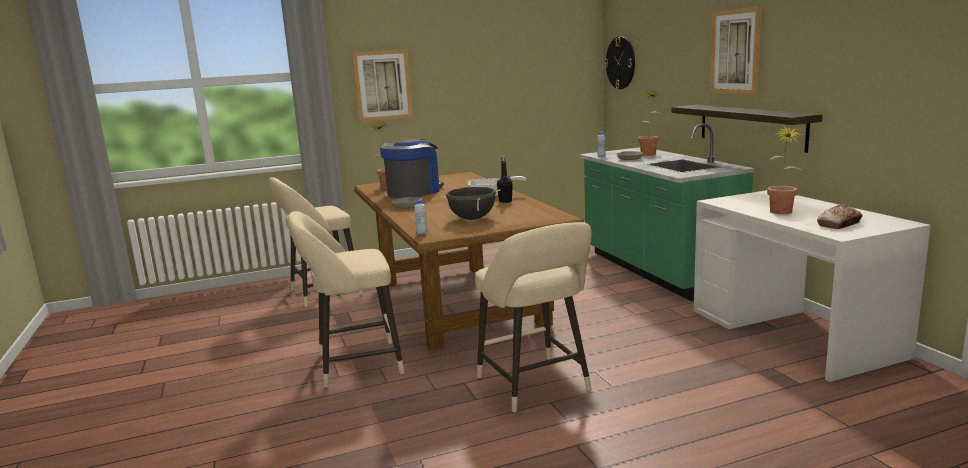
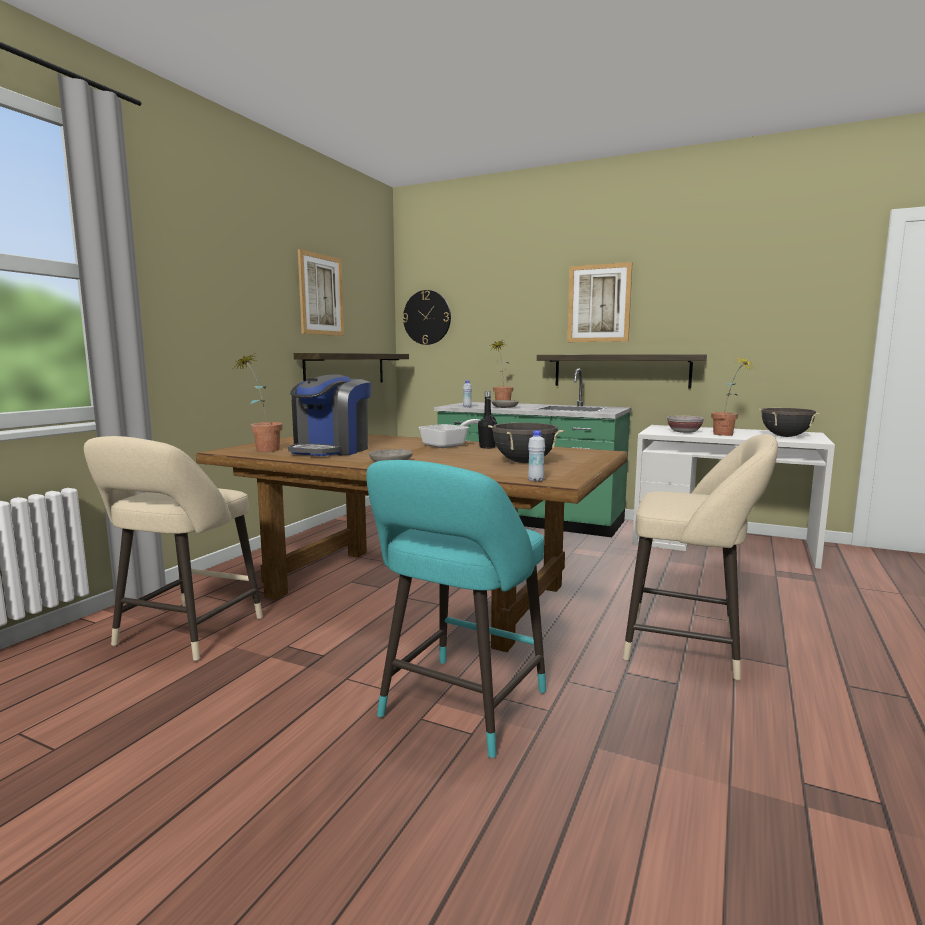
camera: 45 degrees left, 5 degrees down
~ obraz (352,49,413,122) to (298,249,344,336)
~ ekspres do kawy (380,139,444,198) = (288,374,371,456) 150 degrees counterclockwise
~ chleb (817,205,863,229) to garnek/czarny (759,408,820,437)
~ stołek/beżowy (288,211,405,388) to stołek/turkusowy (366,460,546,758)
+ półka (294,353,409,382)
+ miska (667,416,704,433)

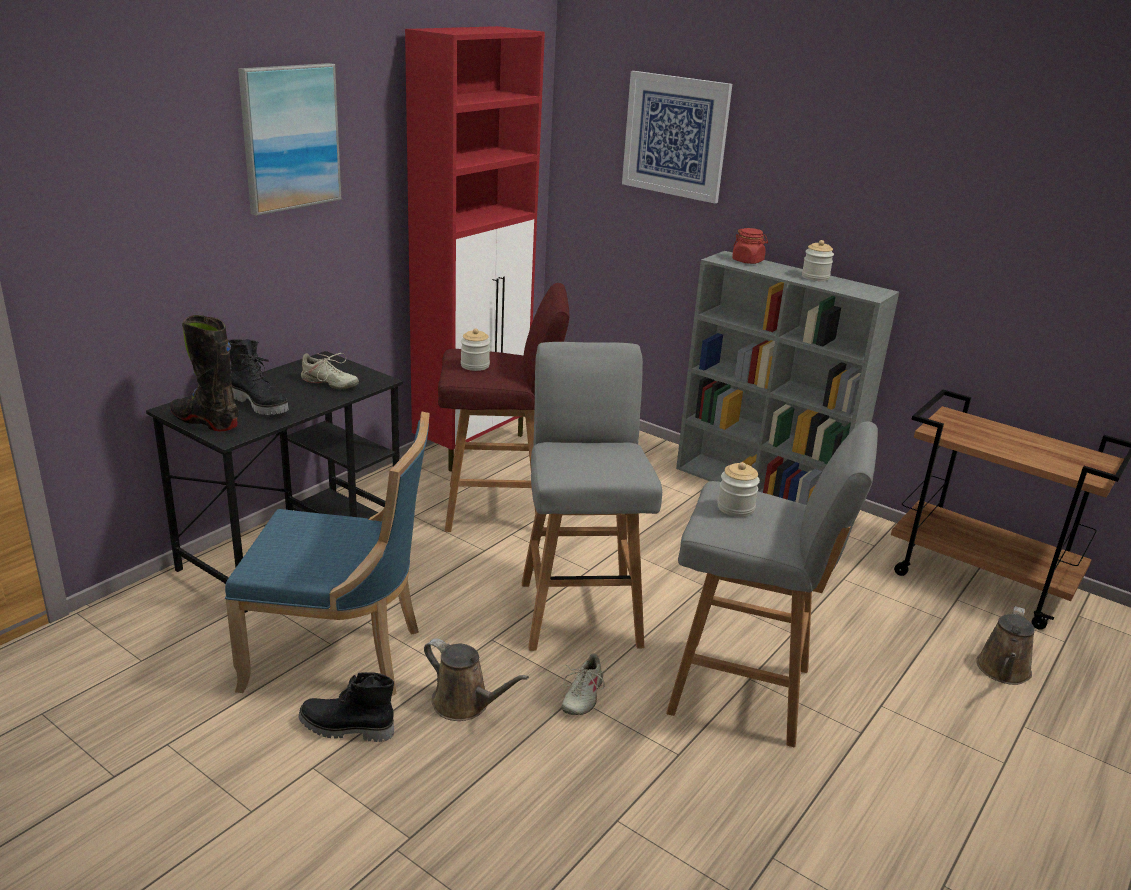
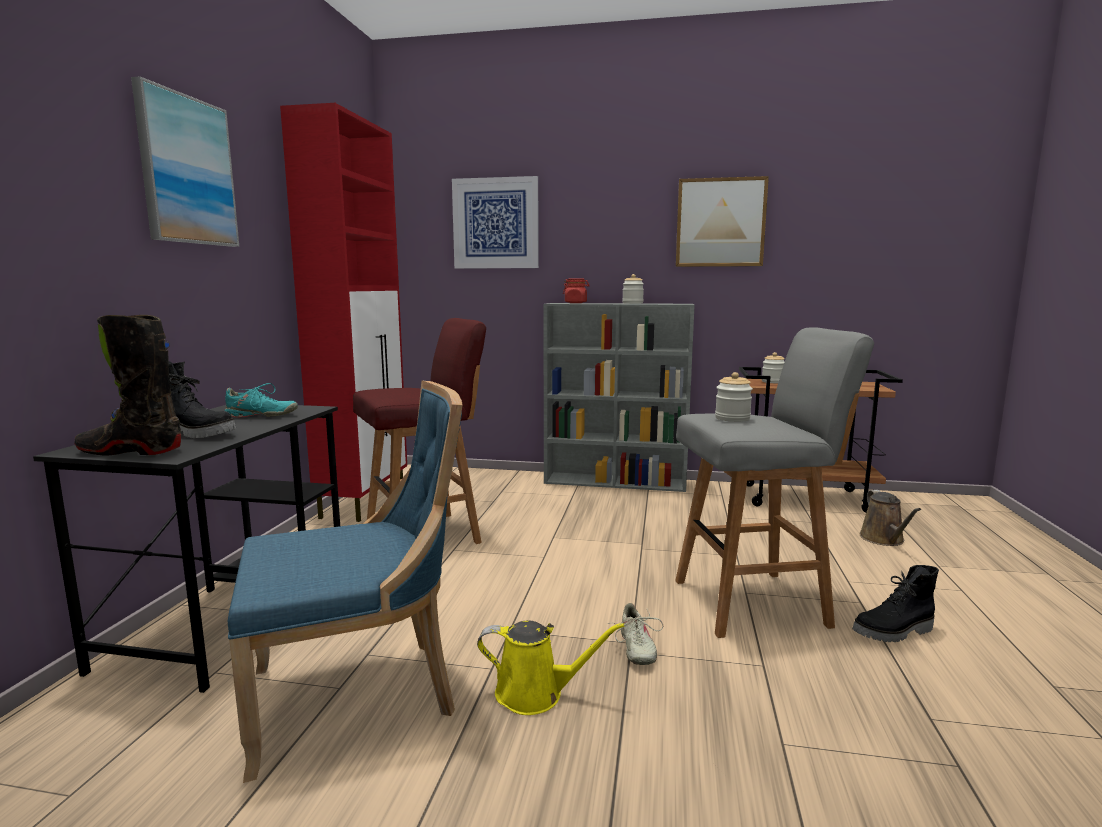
camera: 25 degrees left, 15 degrees down
~ słoik (461,328,490,371) to (762,352,785,383)
- stołek/szary (522,342,662,651)
~ but/beżowy (301,353,359,389) to but/turkusowy (224,383,298,417)
~ konewka/brązowy (424,638,529,721) to konewka/żółty (477,621,625,715)
~ but z cholewką/czarny (299,672,394,742) to (852,565,939,642)
+ obraz (676,176,769,267)

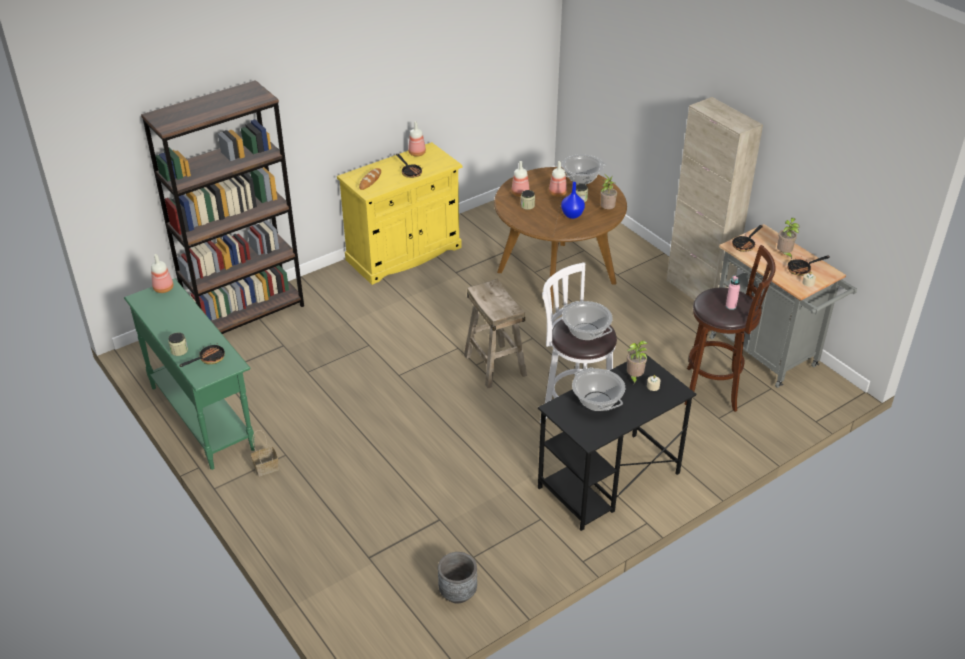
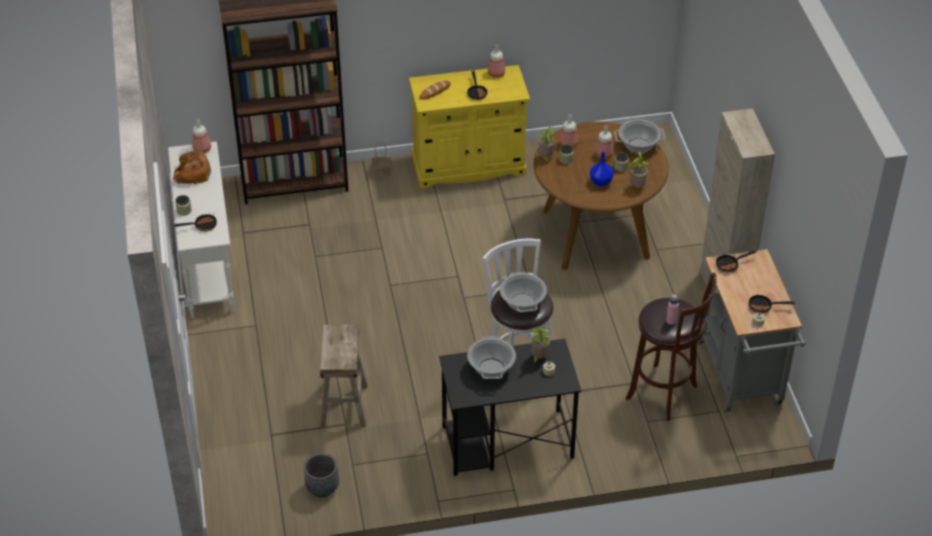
camera: 25 degrees right, 5 degrees up
~ roślina doniczkowa (777,218,800,259) to (538,127,555,164)
~ stolik konsolowy/zielony (124,278,255,470) to stolik konsolowy/biały (168,142,235,318)
~ stołek/beżowy (464,279,527,388) to (320,324,367,427)
~ koszyk (251,430,279,477) to (371,140,391,178)
+ chleb (173,150,211,184)

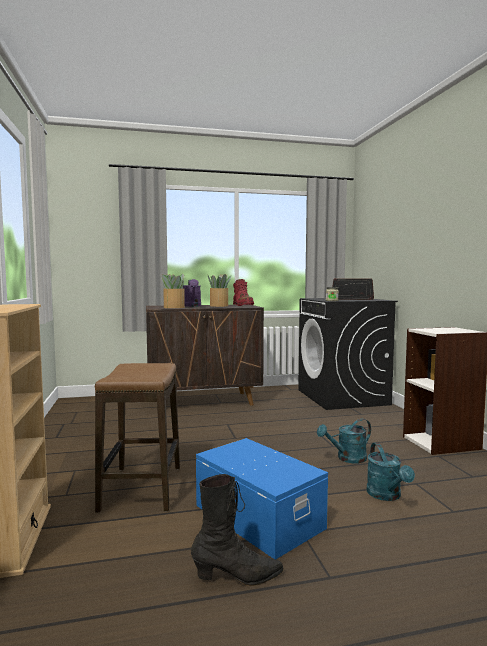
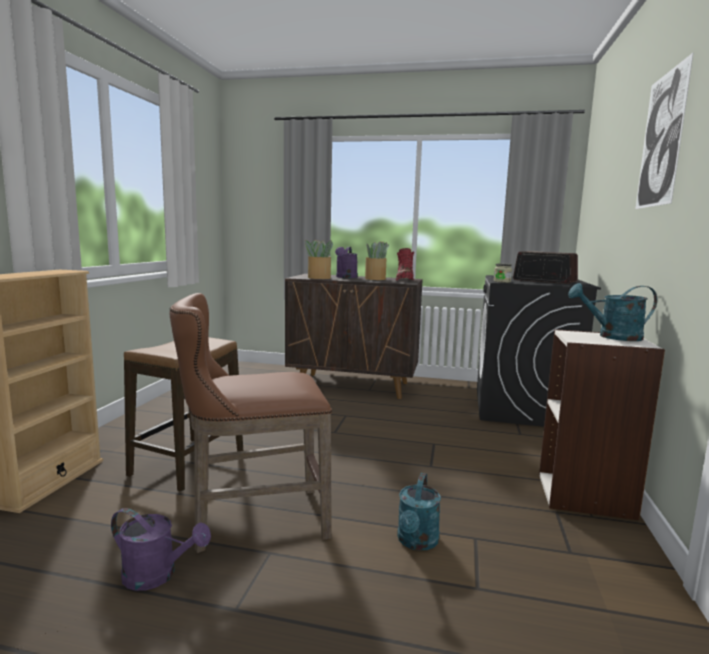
camera: 25 degrees right, 5 degrees up
~ konewka/turkusowy (317,419,371,463) to (568,283,657,341)
~ pojemnik do przechowywania/niebieski (196,438,328,559) to stołek/brązowy (170,293,332,553)
~ but z cholewką/czarny (191,474,284,586) to konewka/fioletowy (111,508,211,591)
+ obraz (636,52,694,209)

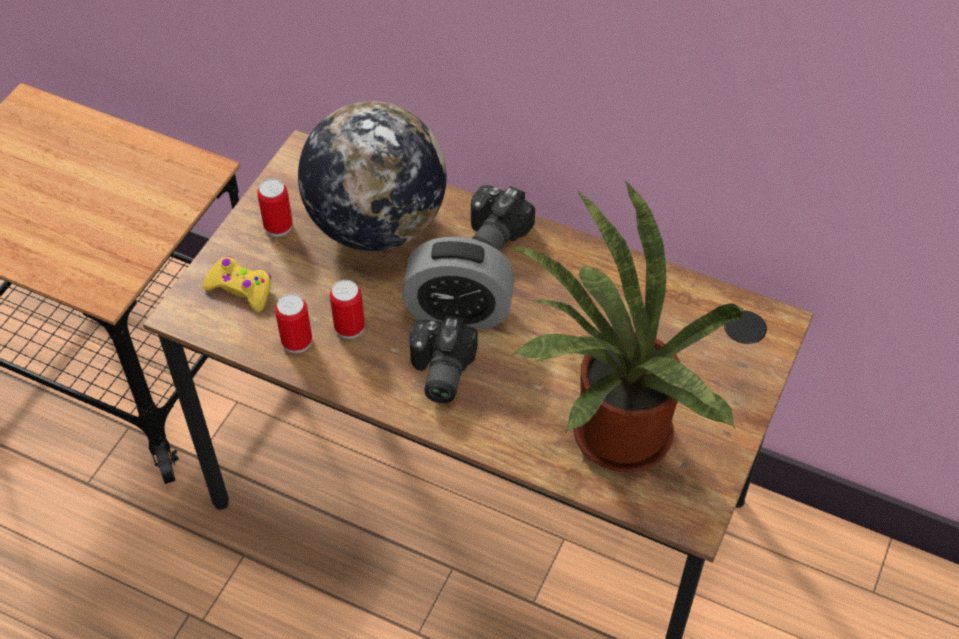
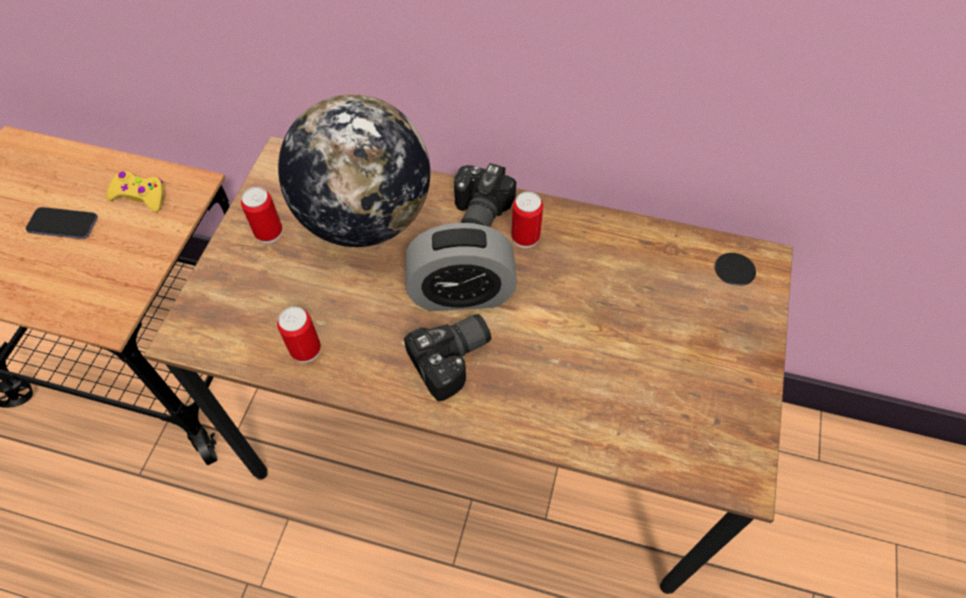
camera: 10 degrees left, 5 degrees up
- roślina doniczkowa (508,180,745,472)
~ pad do gier/żółty (203,256,272,312) to (106,170,164,212)
~ puszka (330,280,365,339) to (511,192,543,248)
~ aparat fotograficzny (409,315,478,403) = (404,314,491,401) 120 degrees counterclockwise
+ telefon (26,207,98,239)

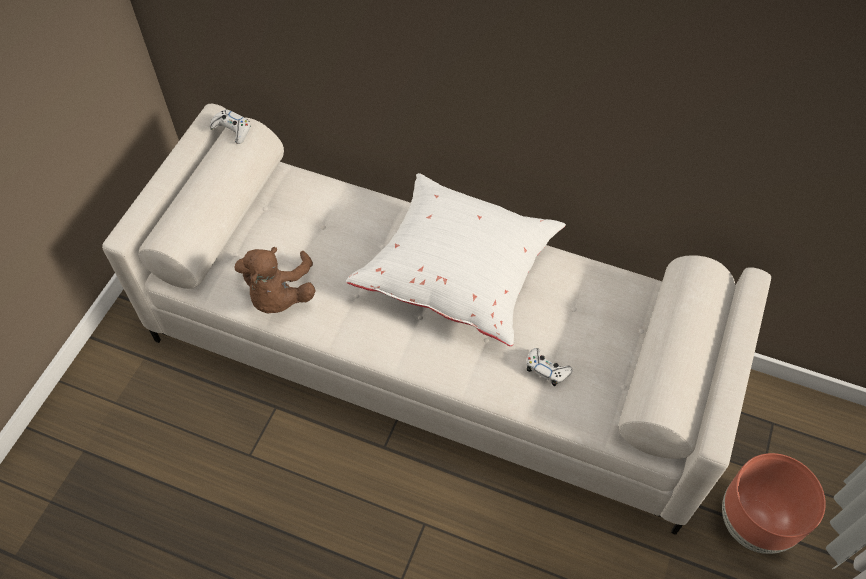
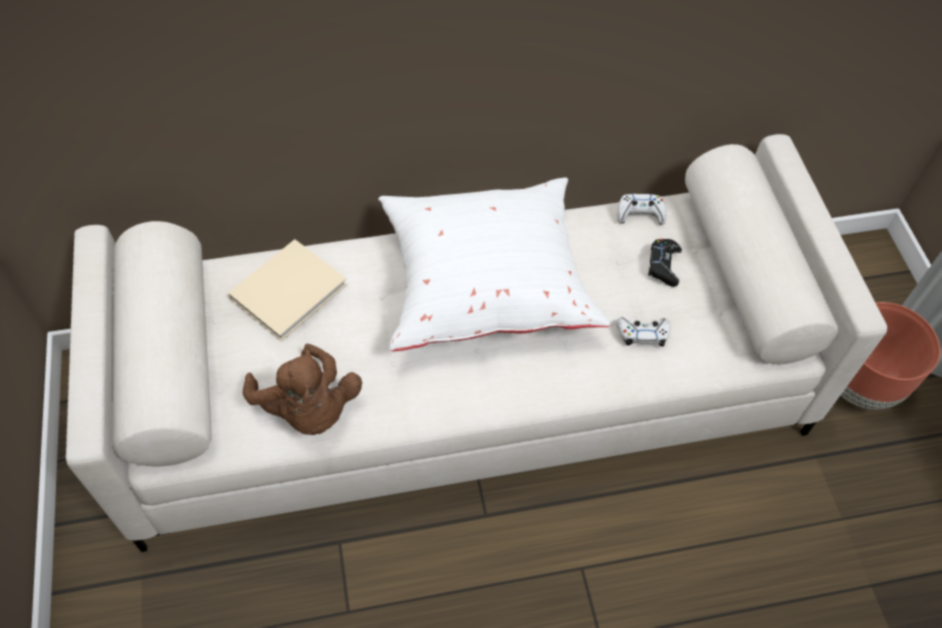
camera: 35 degrees left, 0 degrees up
~ pad do gier/biały (210,109,251,144) to (617,194,667,225)
+ pad do gier/czarny (648,238,682,287)
+ książka/beżowy (228,239,347,341)

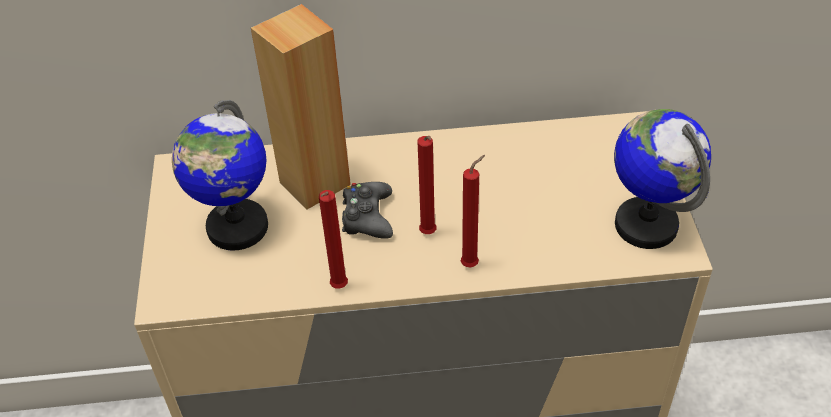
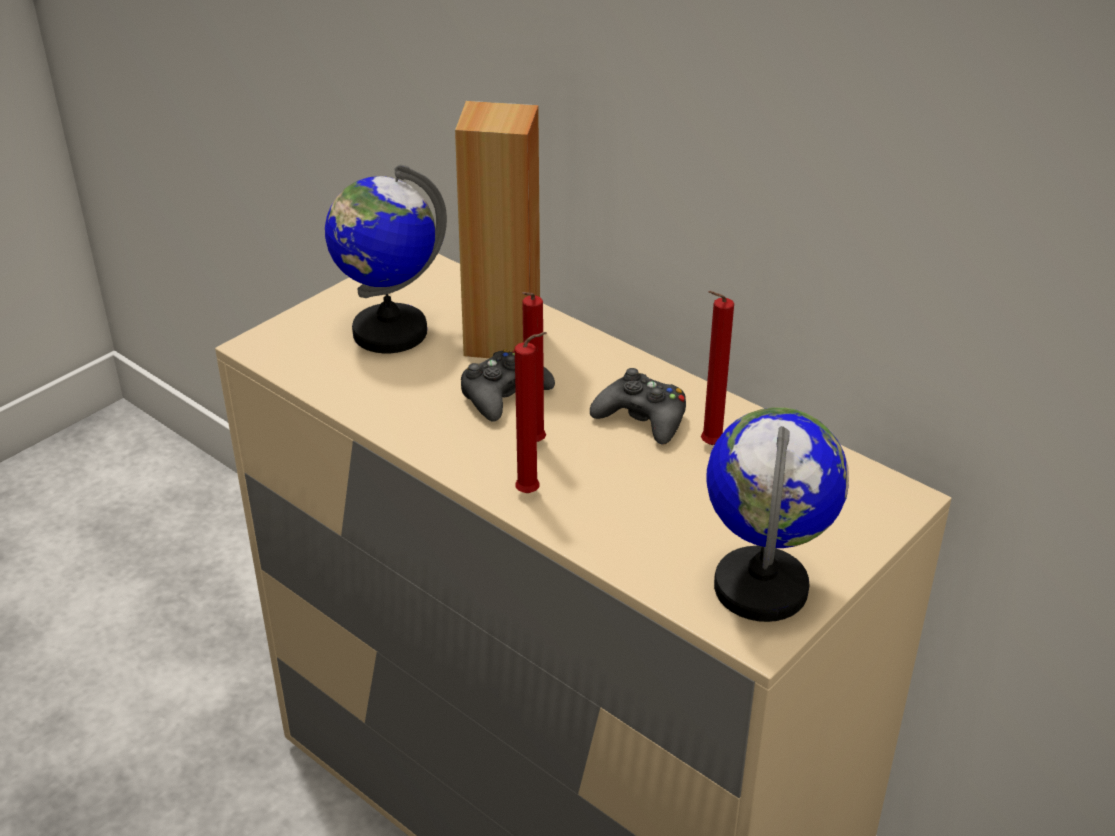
camera: 45 degrees right, 10 degrees down
~ świeca/czerwony (319,190,348,288) to (701,291,734,445)
+ pad do gier/czarny (590,368,686,445)

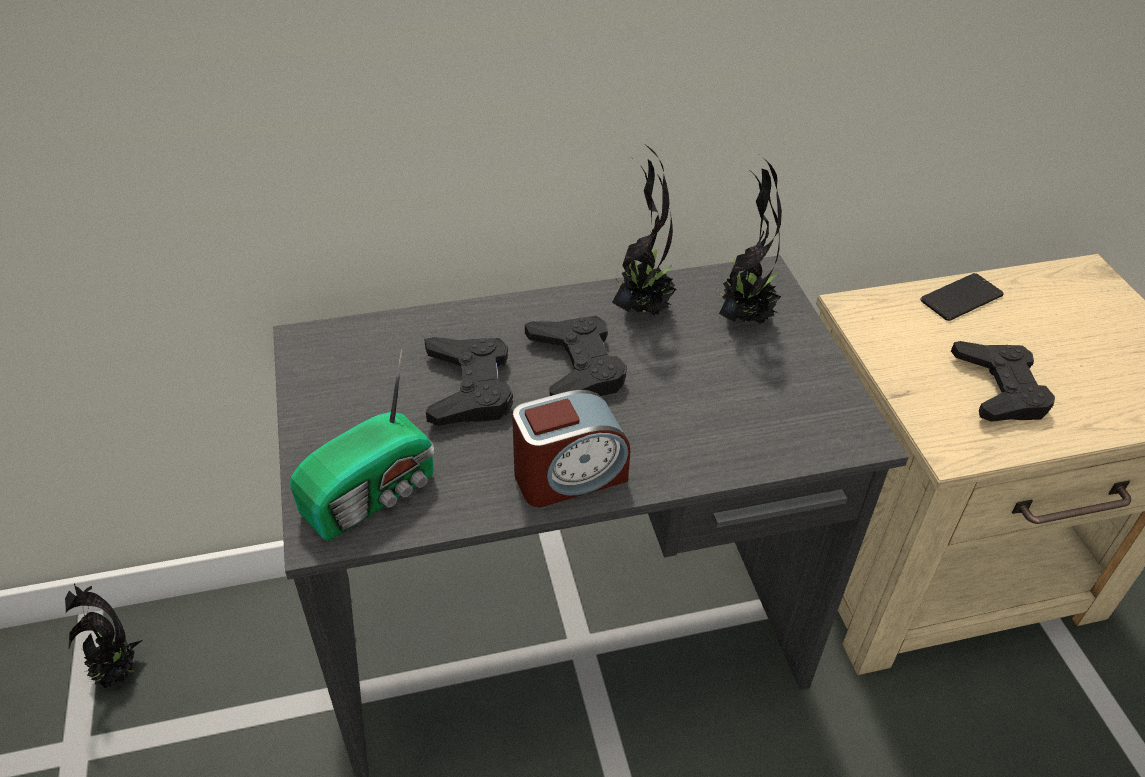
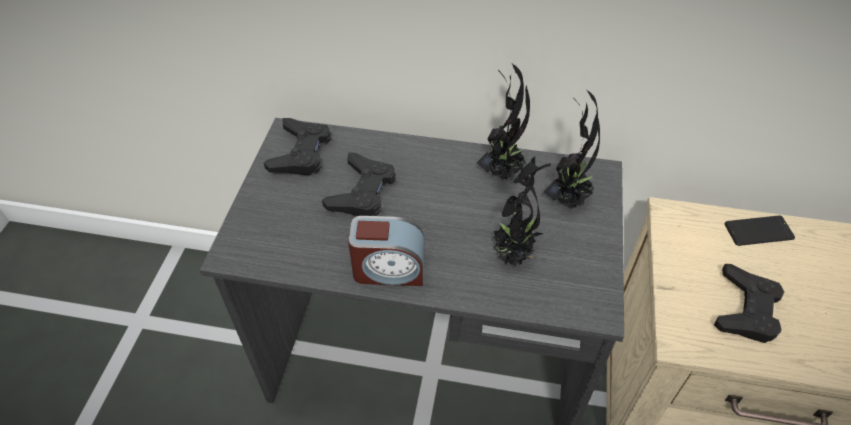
camera: 25 degrees right, 5 degrees up
~ pad do gier/czarny (525,316,627,396) to (264,118,331,176)
- radio (290,350,434,541)
~ roślina doniczkowa (65,584,143,688) to (493,157,551,266)

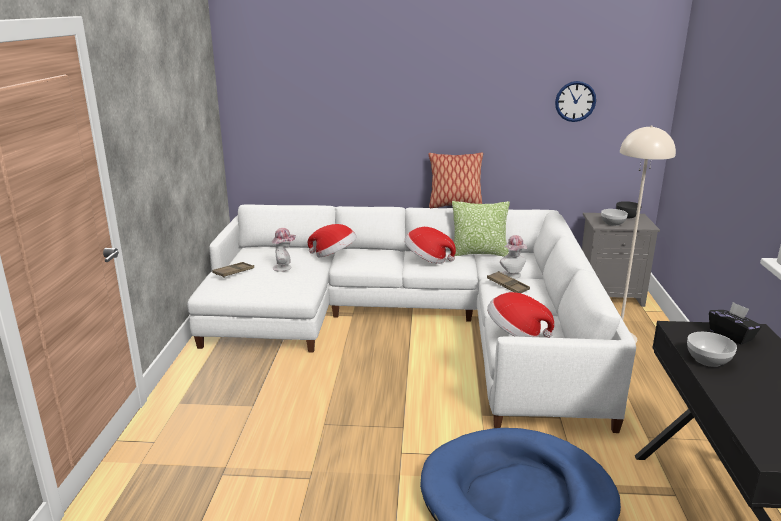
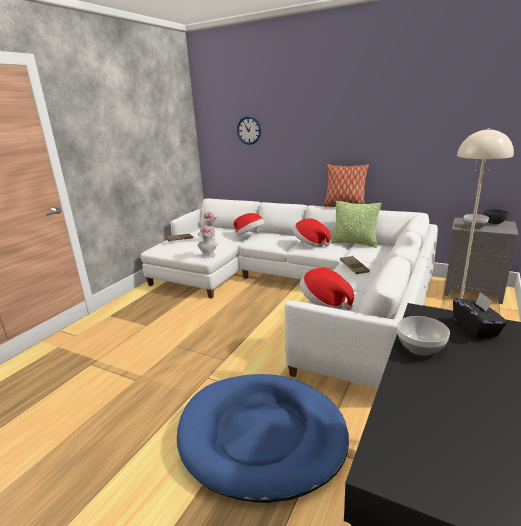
camera: 25 degrees right, 0 degrees up
~ zegar ścienny (555,81,596,122) to (237,116,261,145)
~ kapelusz (500,235,527,279) to (197,225,217,258)

